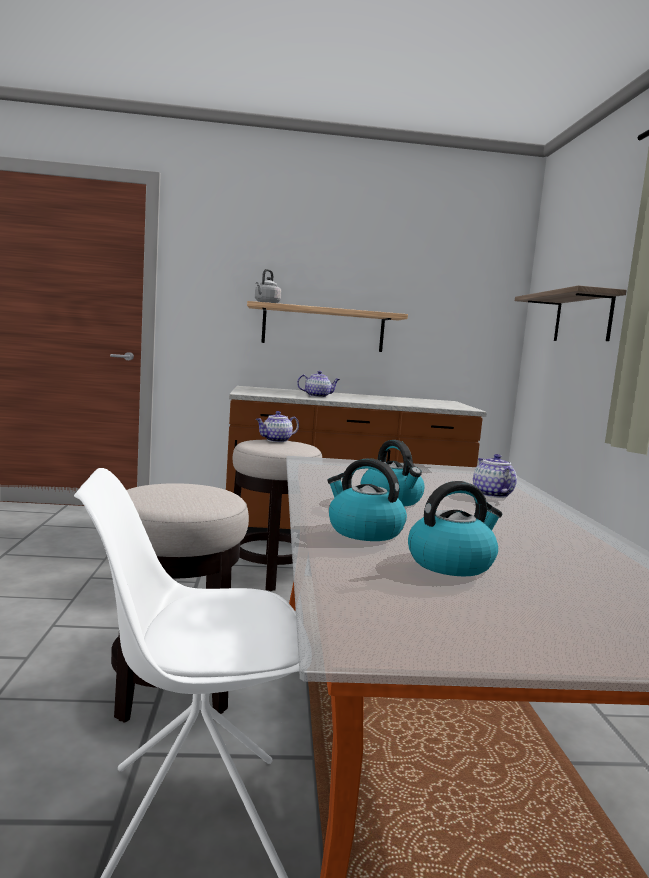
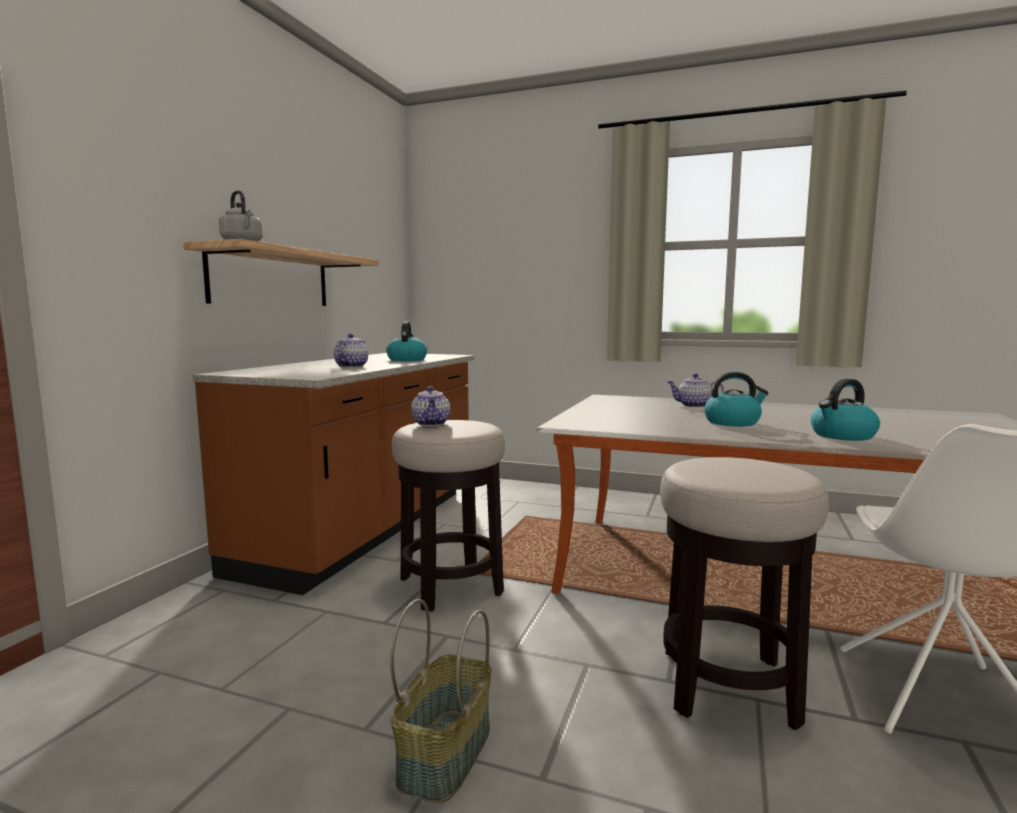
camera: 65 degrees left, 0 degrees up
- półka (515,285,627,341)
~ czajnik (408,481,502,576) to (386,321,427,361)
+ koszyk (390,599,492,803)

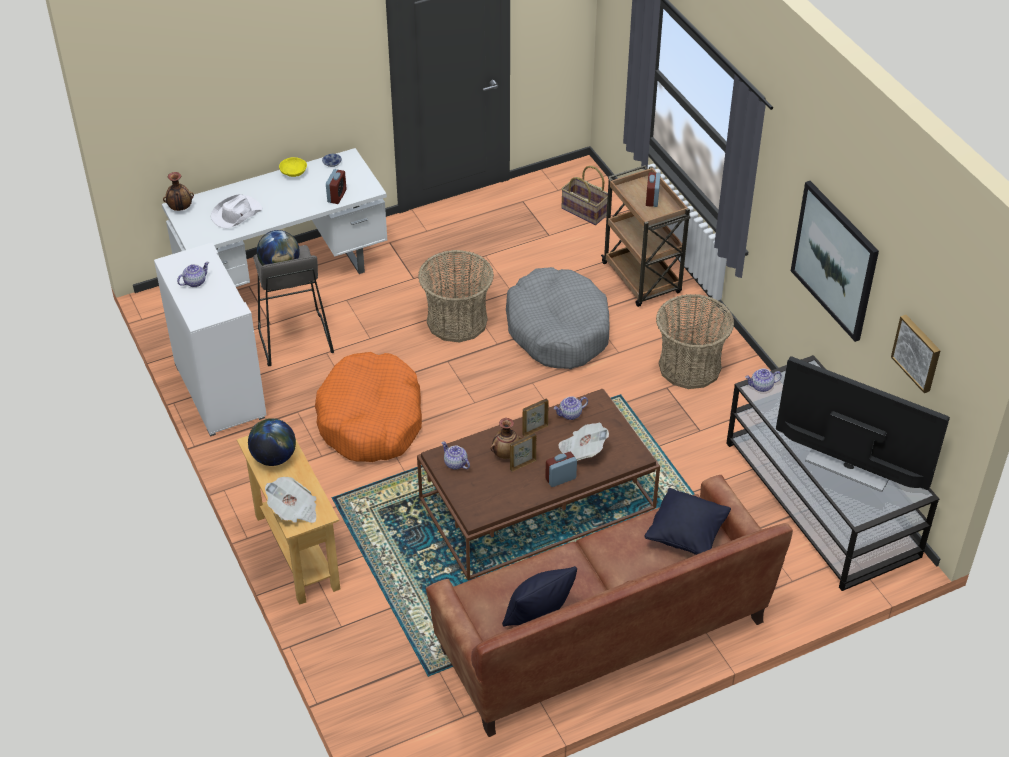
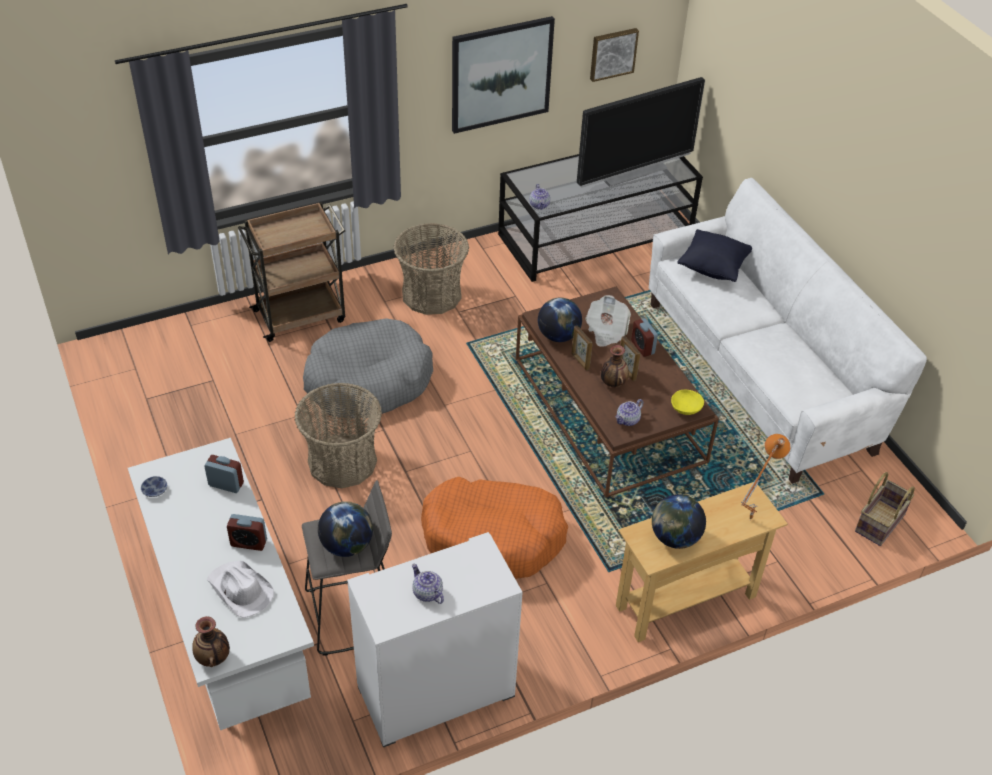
camera: 90 degrees left, 0 degrees up
~ miska/żółty (279,157,307,177) to (671,390,704,415)
~ koszyk (561,166,608,225) to (855,472,915,546)
~ budzik (646,172,661,207) to (227,514,267,551)
~ telewizor (776,356,950,492) = (577,77,705,188) 150 degrees counterclockwise
~ imbryk (554,396,588,420) to globus (538,298,582,342)
~ kanapa/brązowy (426,475,793,737) to kanapa/biały (649,178,927,484)
~ gazeta (265,477,317,523) to lampa stołowa/pomarańczowy (741,434,790,520)
- poduszka/czarny (502,566,577,627)

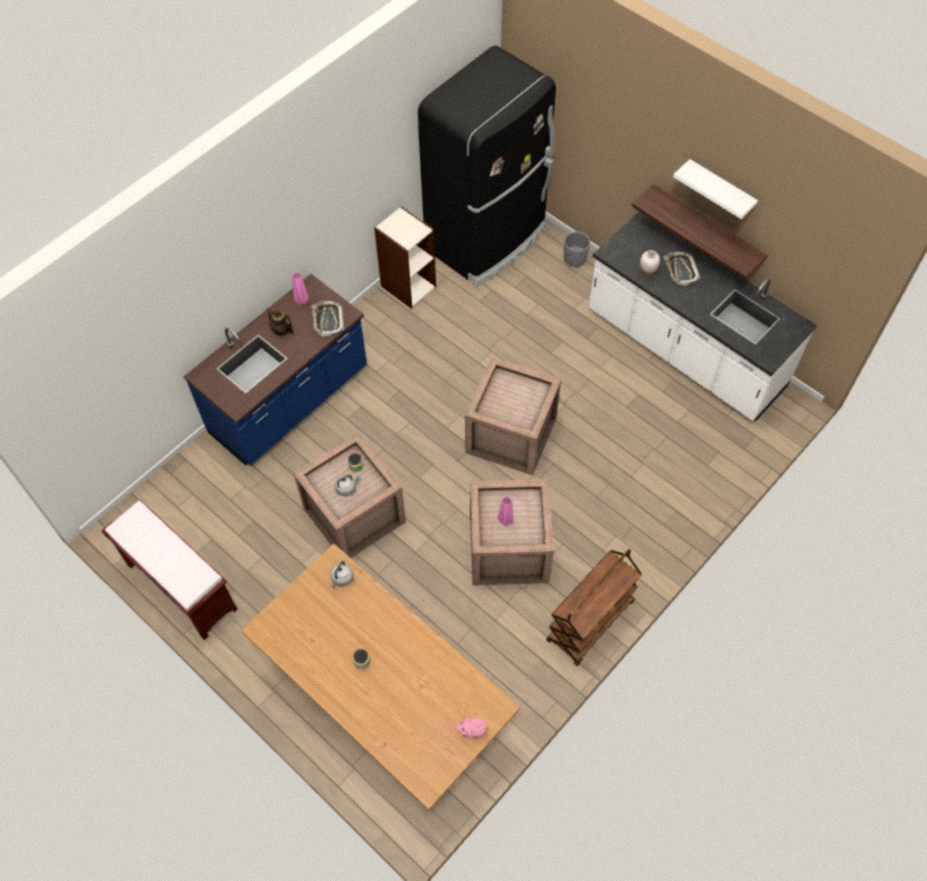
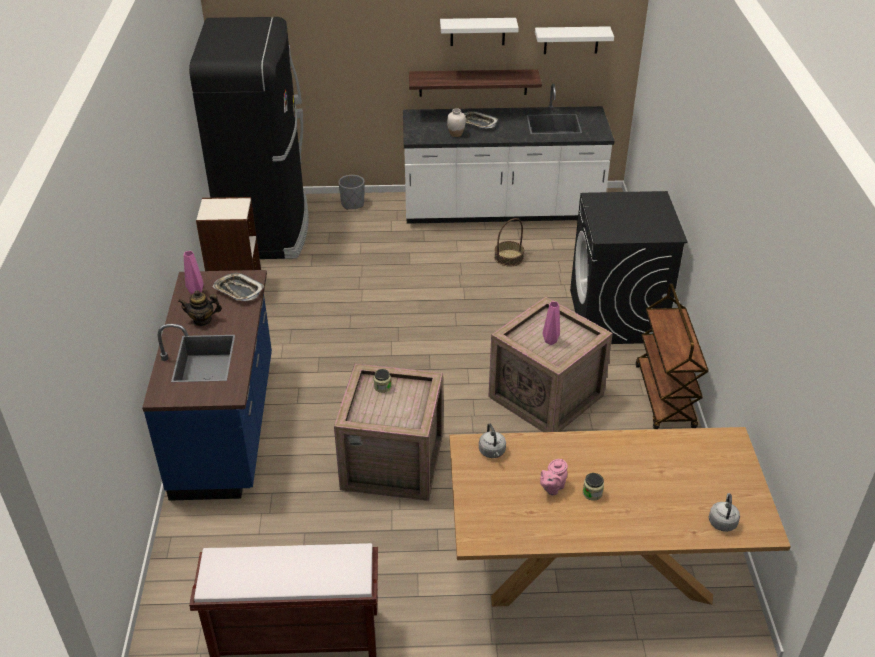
camera: 45 degrees left, 20 degrees down
- skrzynka (465,357,561,475)
~ czajnik/szary (334,475,360,496) to (709,493,740,532)
~ imbryk/różowy (455,717,487,739) to (540,459,568,495)
+ półka/biały (535,26,614,54)
+ pralka/czarny (570,191,688,344)
+ koszyk (494,218,524,266)

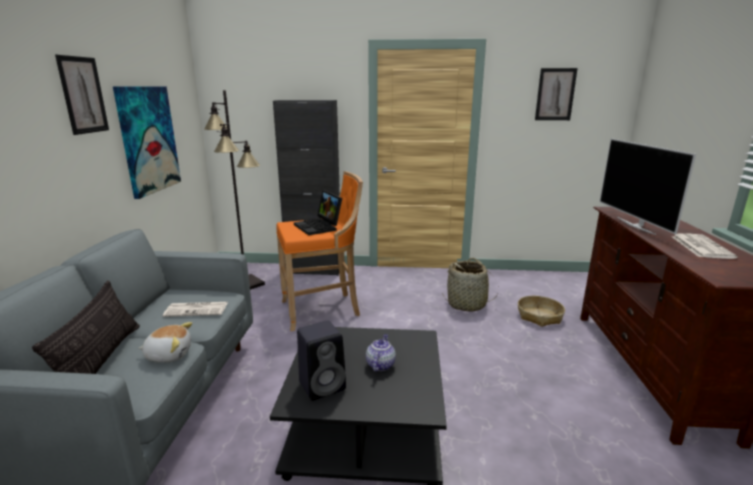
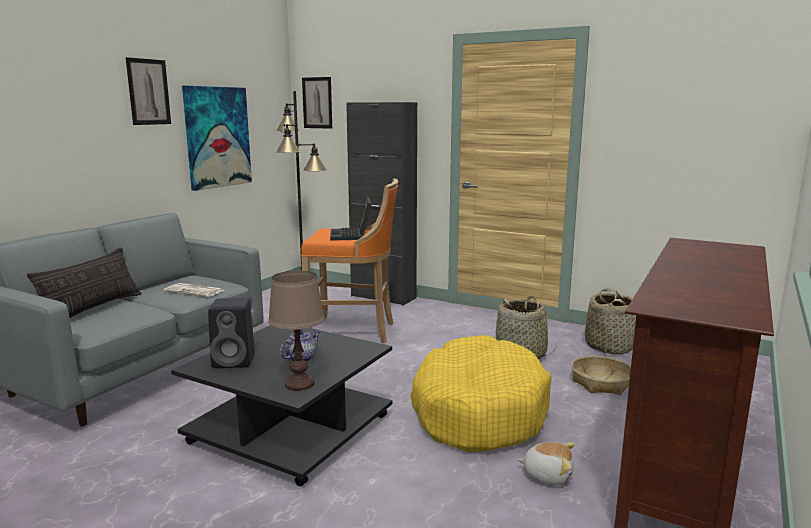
camera: 25 degrees right, 5 degrees down
~ obraz (535,68,578,120) to (302,77,332,129)
- telewizor (600,138,696,235)
- gazeta (672,233,738,259)
~ pluszak (139,322,192,363) to (517,442,575,485)
+ lampa stołowa/brązowy (268,271,325,391)
+ koszyk (585,289,636,354)
+ legowisko/żółty (410,335,552,452)

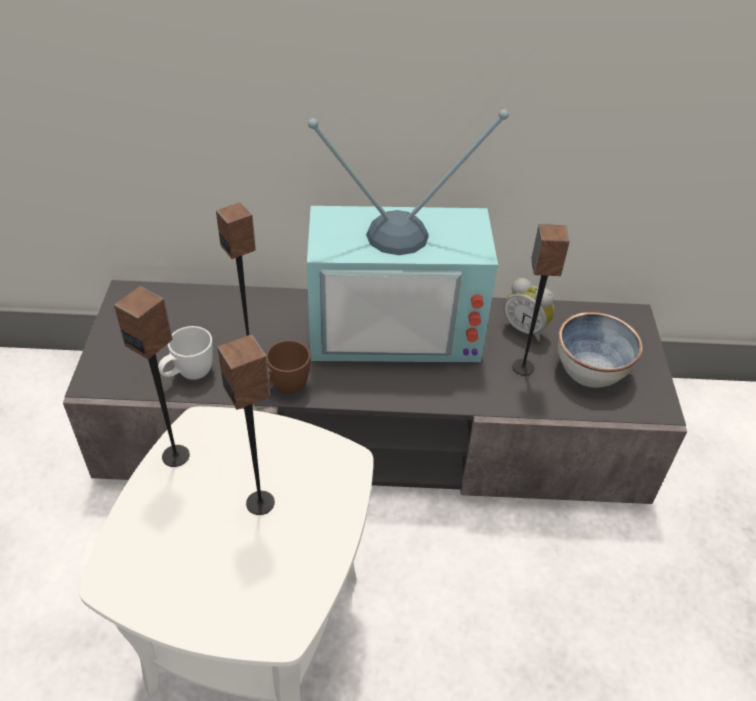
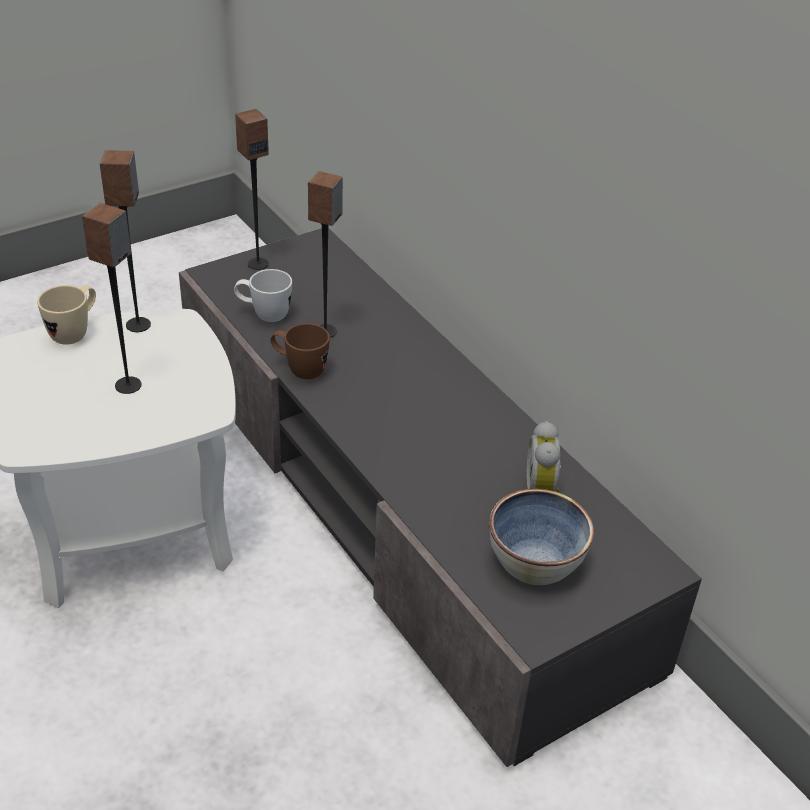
camera: 55 degrees right, 5 degrees down
- telewizor (307,109,509,362)
~ głośnik (512,224,570,375) to (235,109,269,270)
+ kubek/beżowy (37,285,96,345)

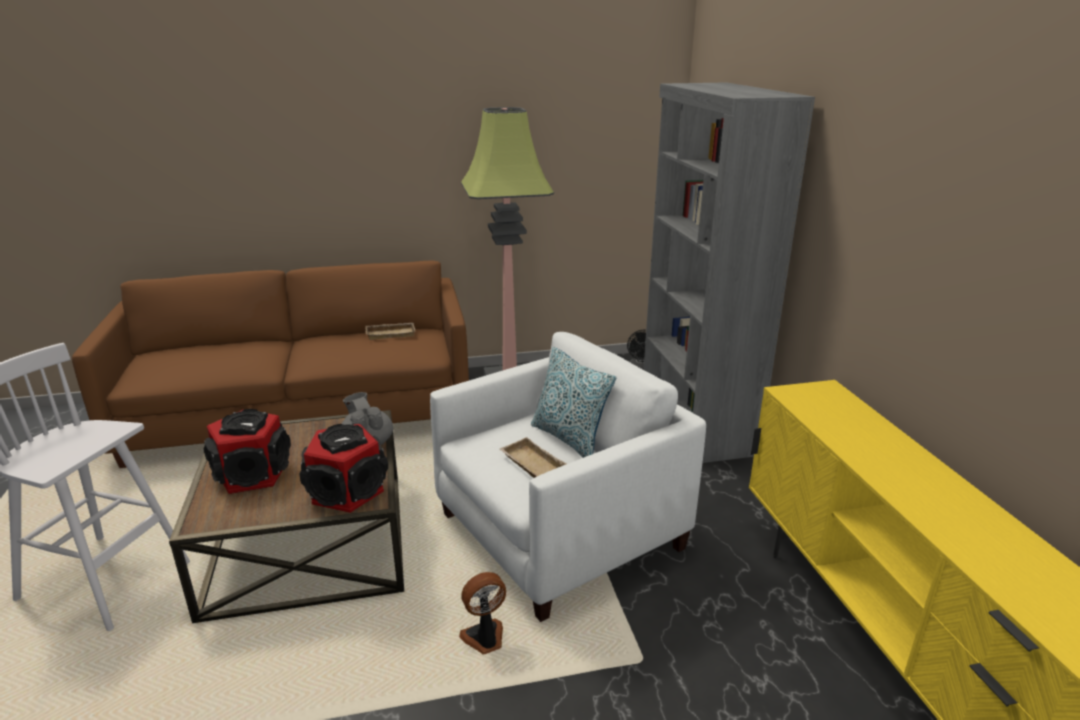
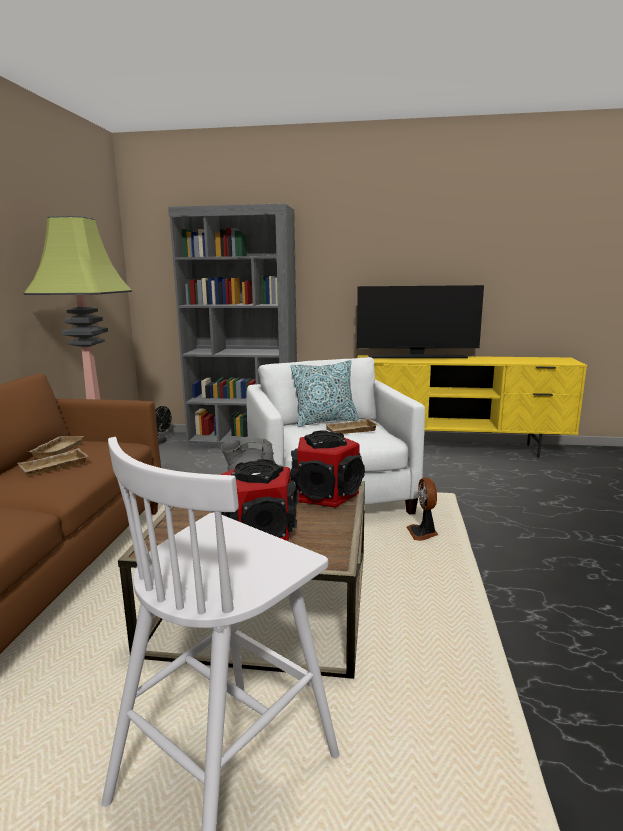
camera: 70 degrees left, 10 degrees down
+ telewizor (357,285,484,358)
+ taca/beżowy (18,448,88,476)

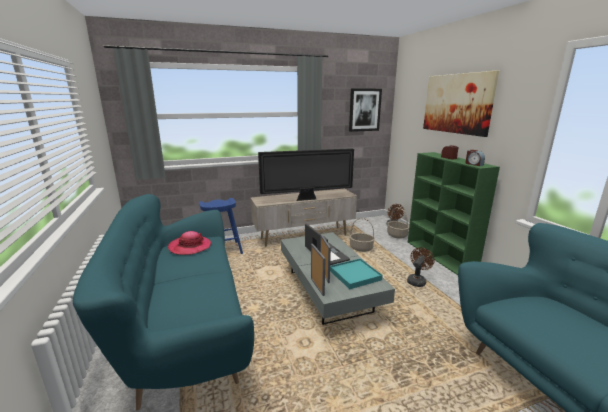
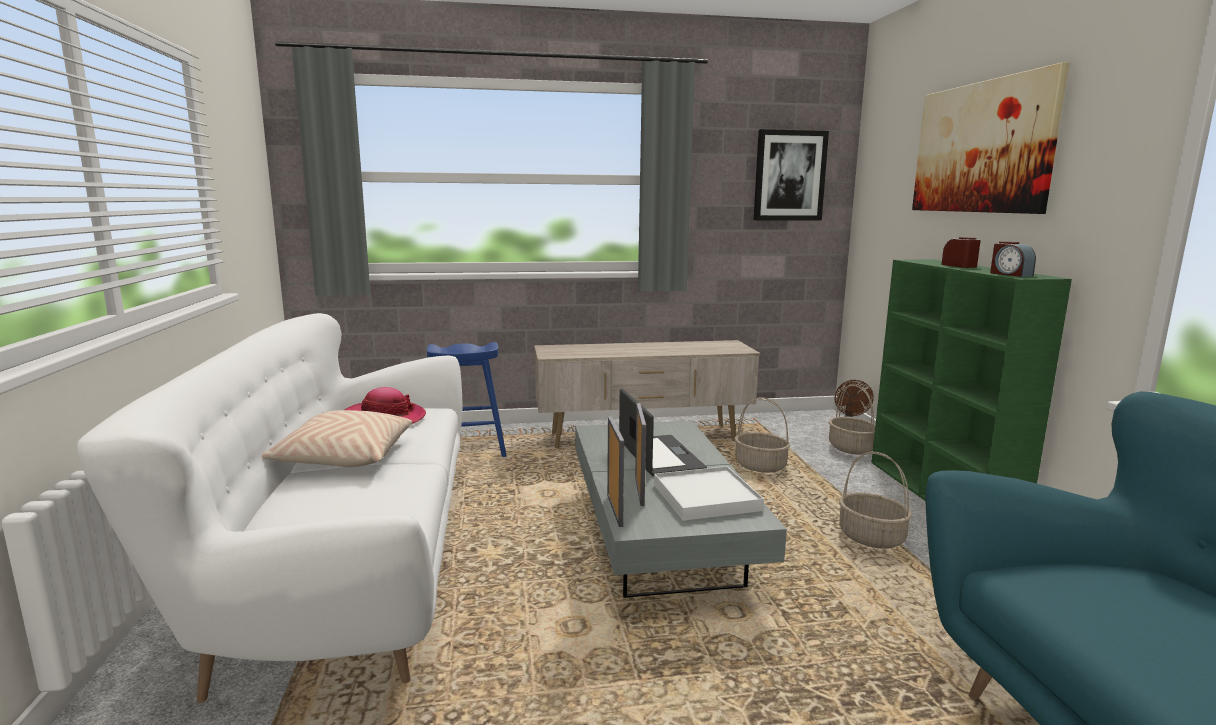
camera: 10 degrees right, 5 degrees down
- telewizor (258,148,354,201)
~ kanapa/turkusowy (73,194,254,411) to kanapa/biały (77,313,463,703)
~ wentylator/brązowy (407,247,435,287) to koszyk (839,452,912,549)
~ taca/turkusowy (330,258,383,289) to taca/biały (654,466,764,521)
+ poduszka/beżowy (262,410,412,467)

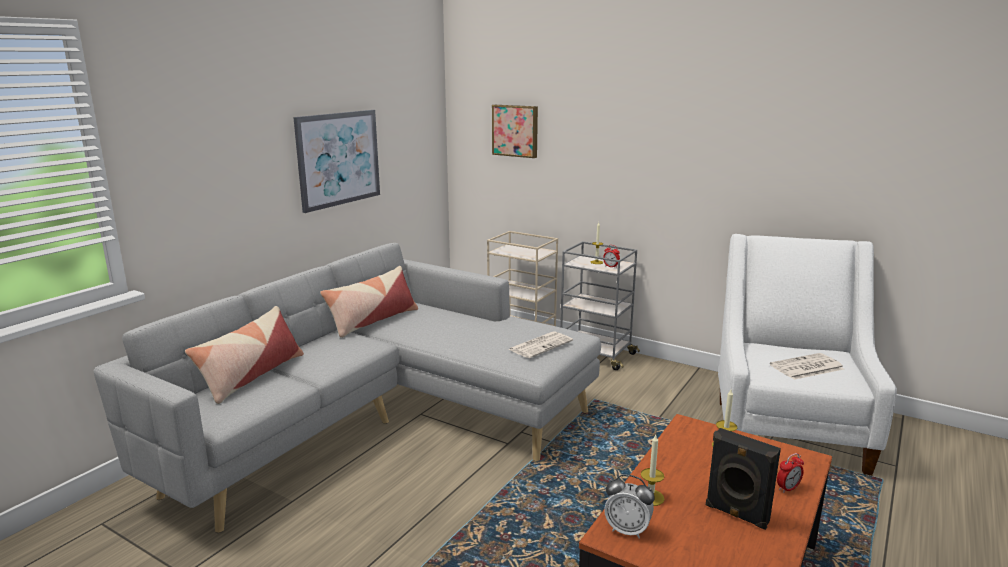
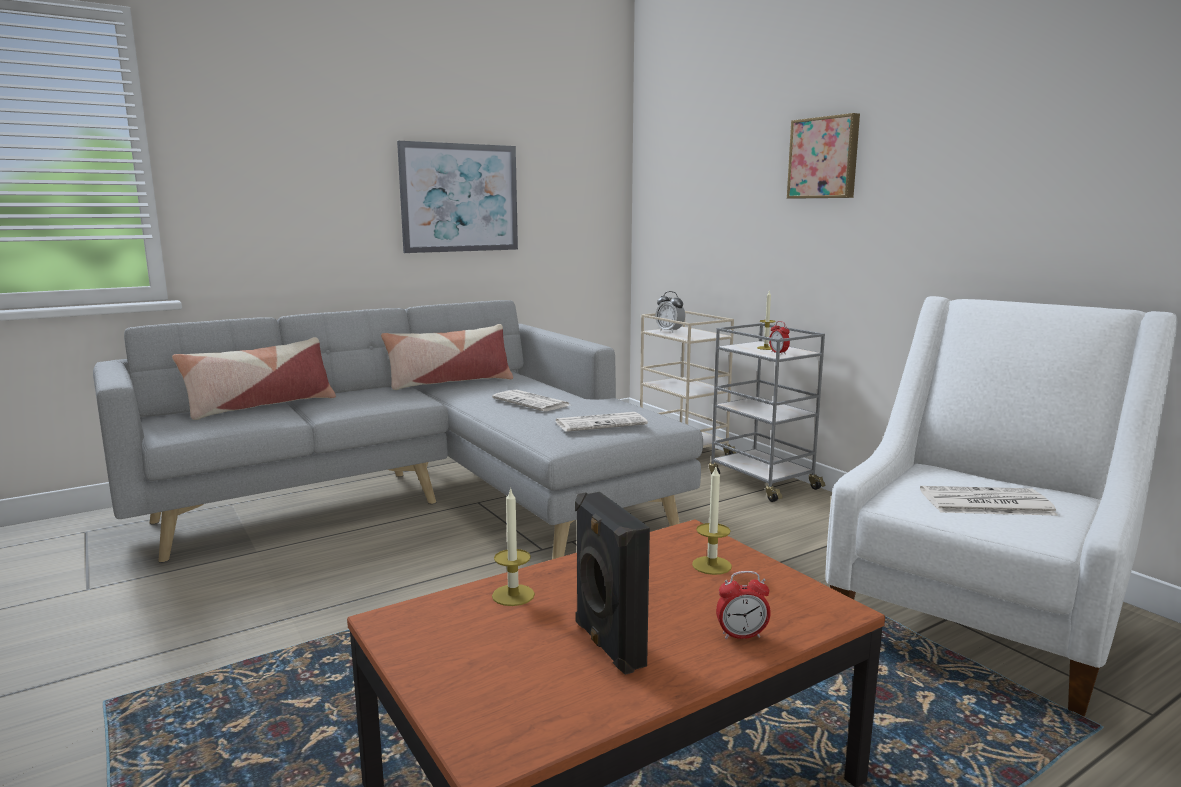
camera: 25 degrees right, 5 degrees down
~ obraz (492,105,538,158) to (787,113,860,199)
~ budzik (604,474,655,539) to (655,291,685,333)
+ gazeta (492,390,569,411)

